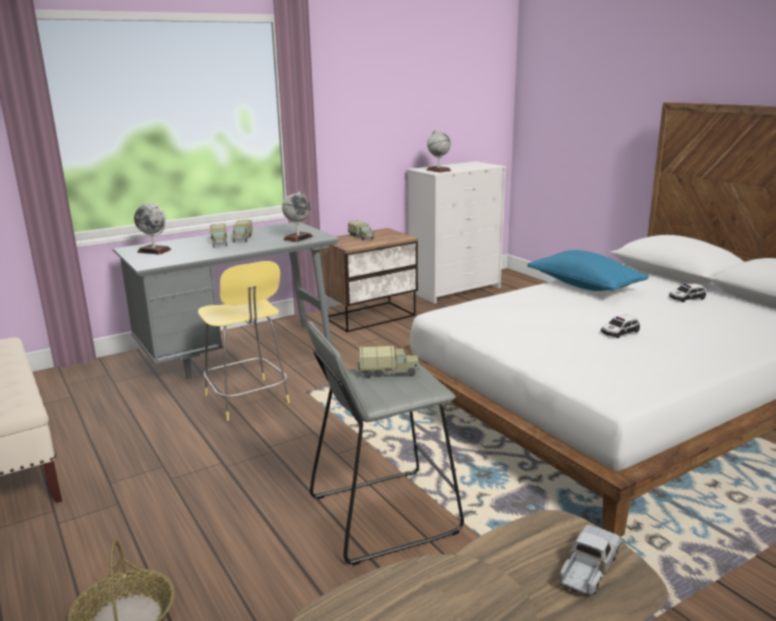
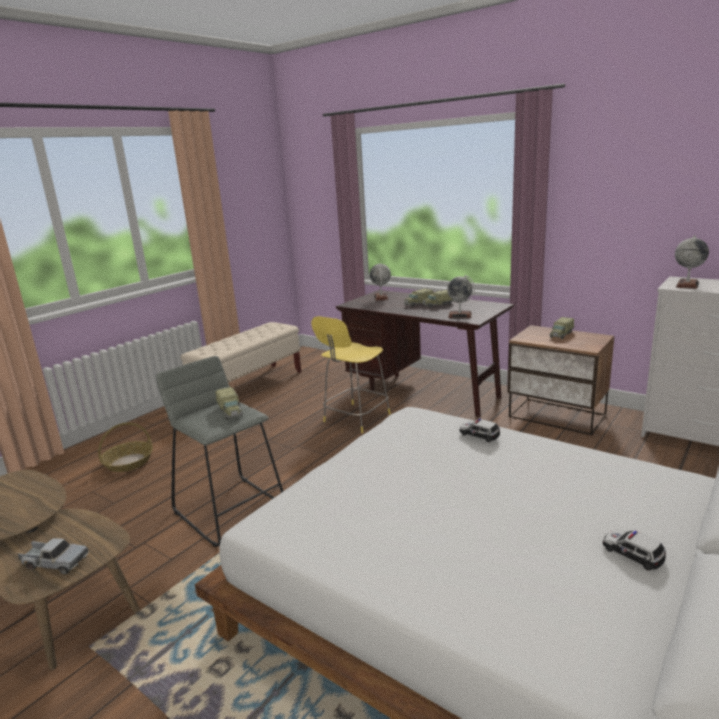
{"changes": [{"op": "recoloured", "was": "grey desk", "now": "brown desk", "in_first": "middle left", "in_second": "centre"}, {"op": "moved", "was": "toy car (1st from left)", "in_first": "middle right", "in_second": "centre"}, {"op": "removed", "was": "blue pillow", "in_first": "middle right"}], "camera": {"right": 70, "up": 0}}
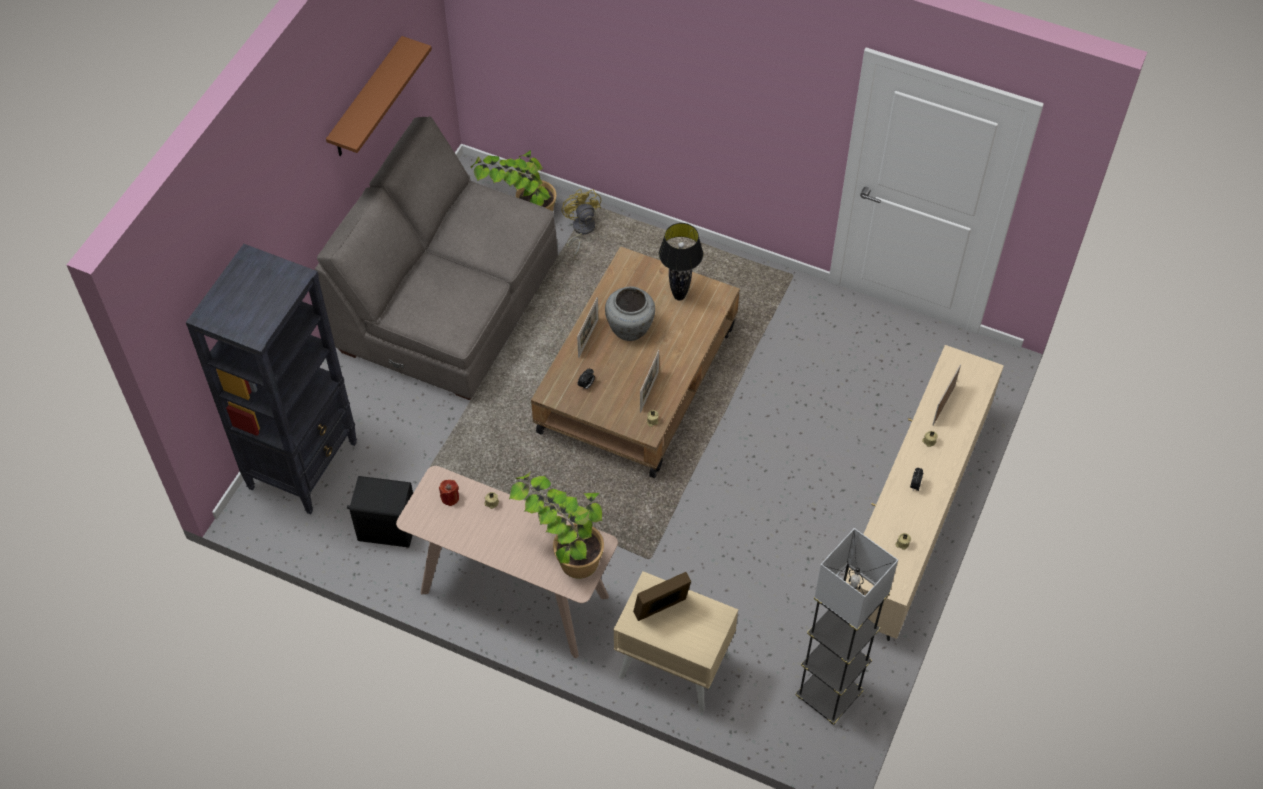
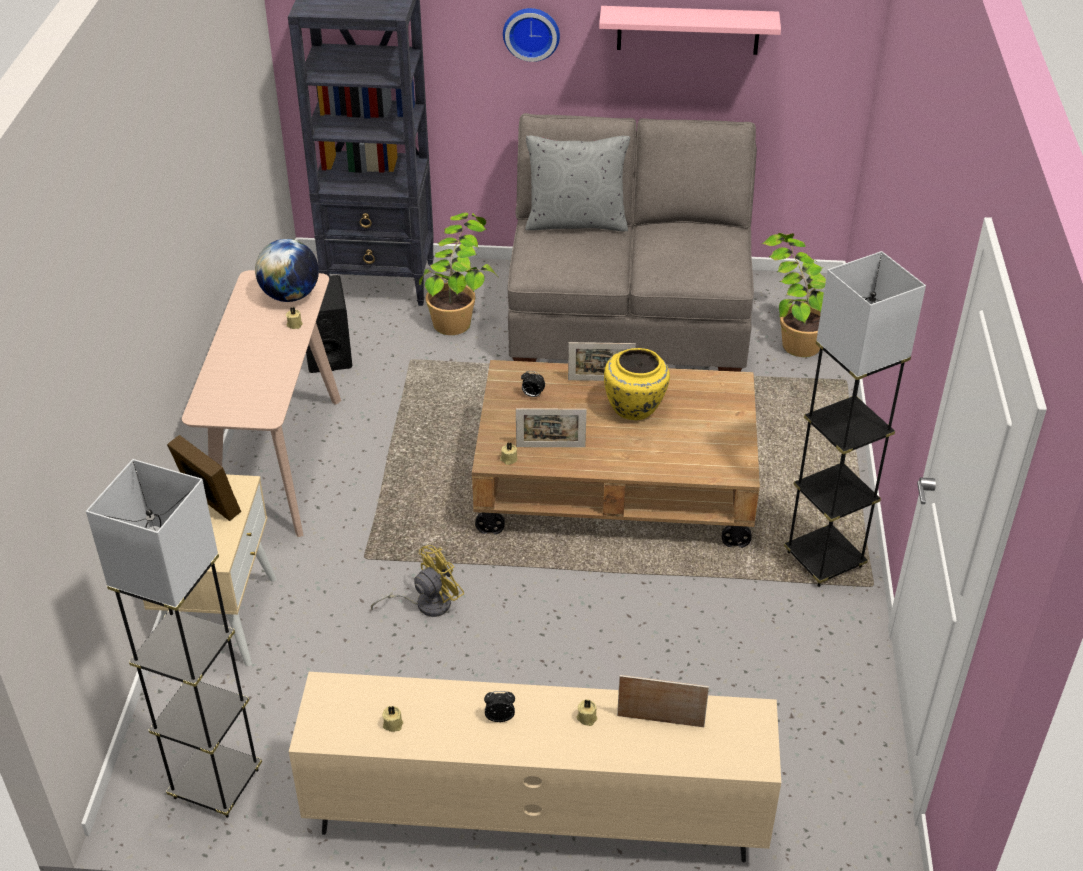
{"changes": [{"op": "replaced", "was": "red candle", "now": "globe", "in_first": "centre", "in_second": "top left"}, {"op": "moved", "was": "yellow fan", "in_first": "top centre", "in_second": "bottom centre"}, {"op": "moved", "was": "potted plant (2nd from left in the first image)", "now": "potted plant (1st from left)", "in_first": "centre", "in_second": "top centre"}, {"op": "added", "now": "wall clock", "in_second": "top centre"}, {"op": "added", "now": "grey pillow", "in_second": "top centre"}, {"op": "recoloured", "was": "brown shelf", "now": "pink shelf", "in_first": "top left", "in_second": "top centre"}, {"op": "recoloured", "was": "grey vase", "now": "yellow vase", "in_first": "centre", "in_second": "centre"}, {"op": "added", "now": "grey floor lamp (2nd from left)", "in_second": "middle right"}, {"op": "removed", "was": "black table lamp", "in_first": "top centre"}], "camera": {"right": 70, "up": -15}}
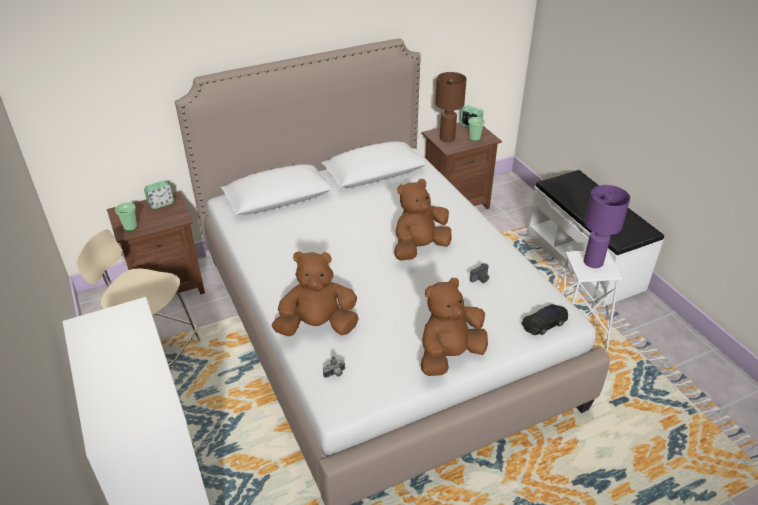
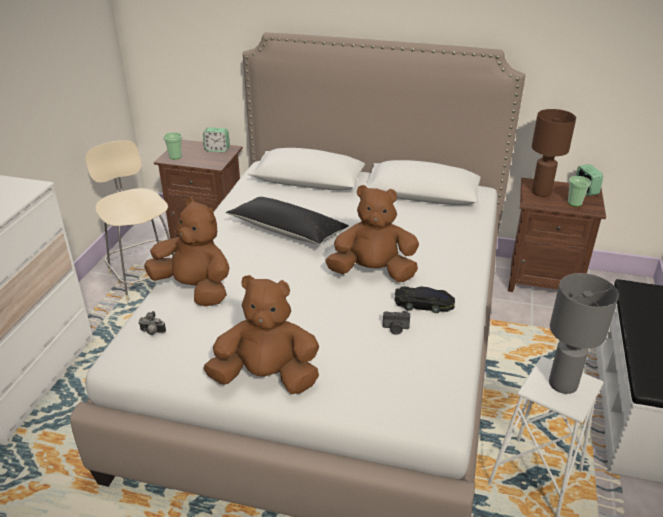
{"changes": [{"op": "added", "now": "black pillow", "in_second": "centre"}, {"op": "moved", "was": "black toy car", "in_first": "middle right", "in_second": "centre"}, {"op": "recoloured", "was": "purple table lamp", "now": "grey table lamp", "in_first": "middle right", "in_second": "middle right"}], "camera": {"right": 40, "up": -5}}
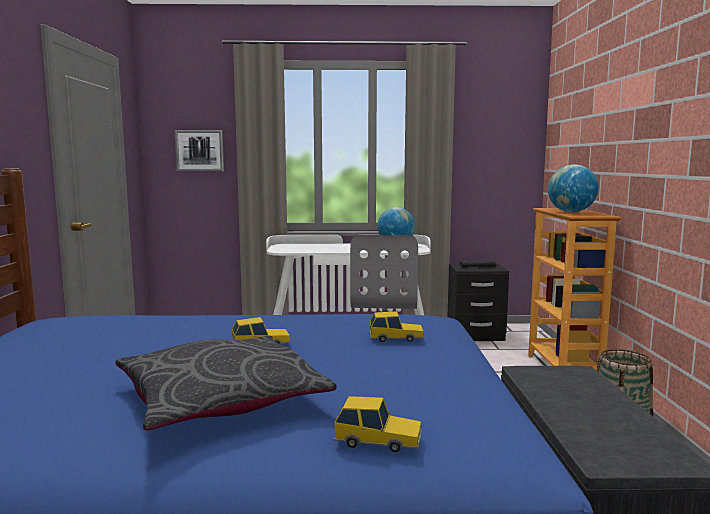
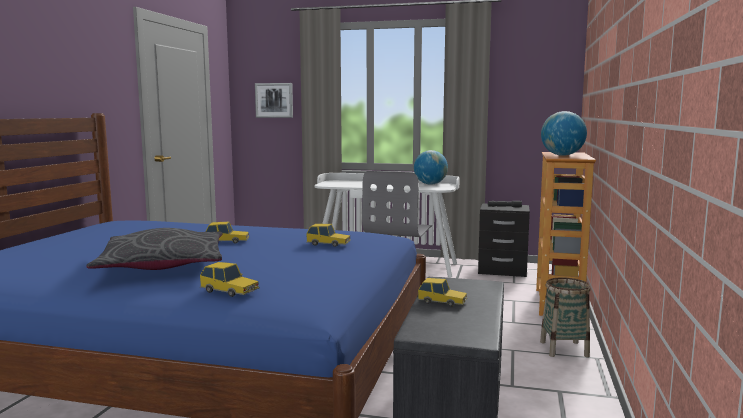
{"changes": [{"op": "added", "now": "toy car (4th from left)", "in_second": "bottom centre"}], "camera": {"right": 15, "up": 0}}
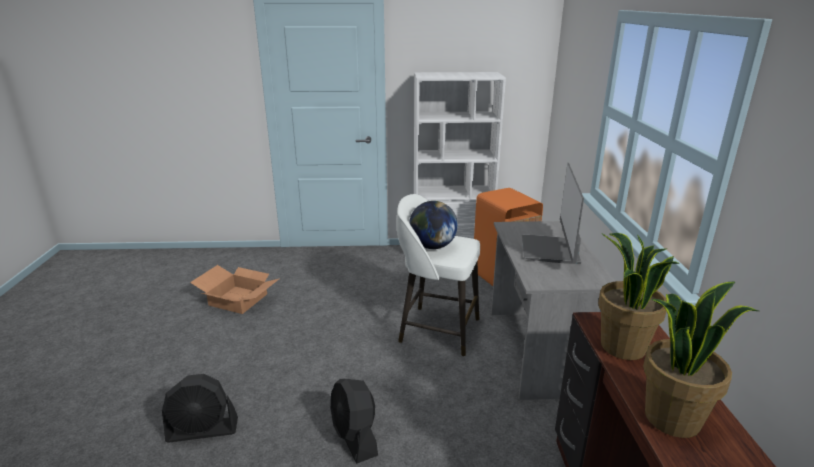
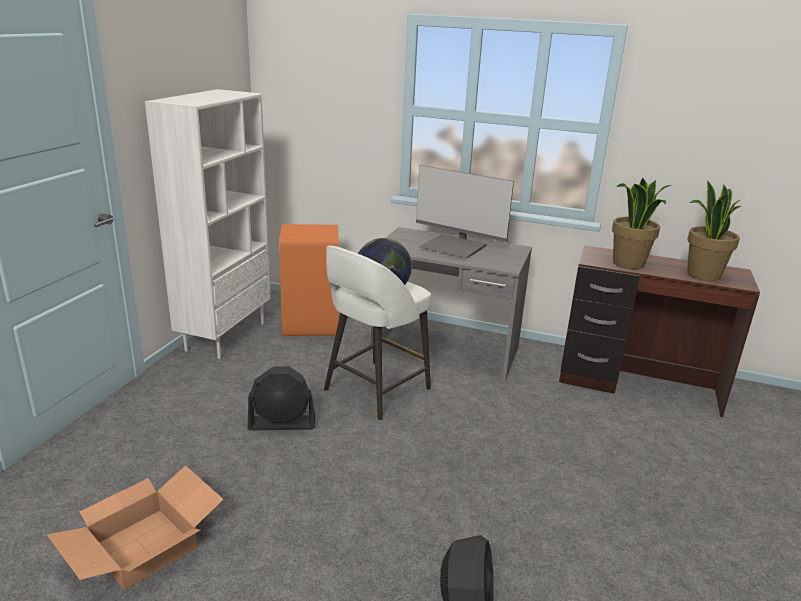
{"changes": [{"op": "moved", "was": "black fan (2nd from left in the first image)", "now": "black fan (1st from left)", "in_first": "bottom centre", "in_second": "centre"}], "camera": {"right": -70, "up": 0}}
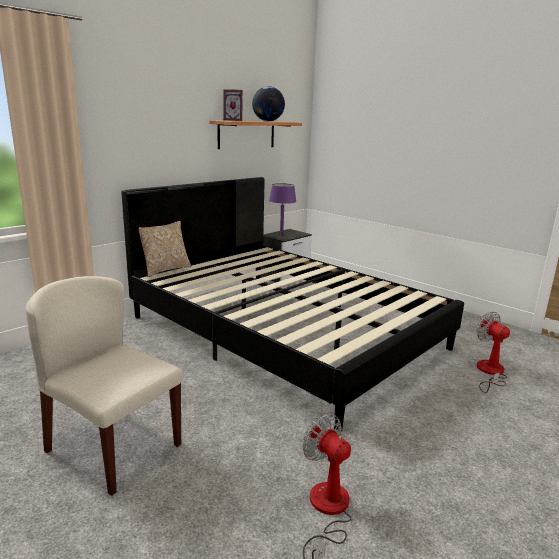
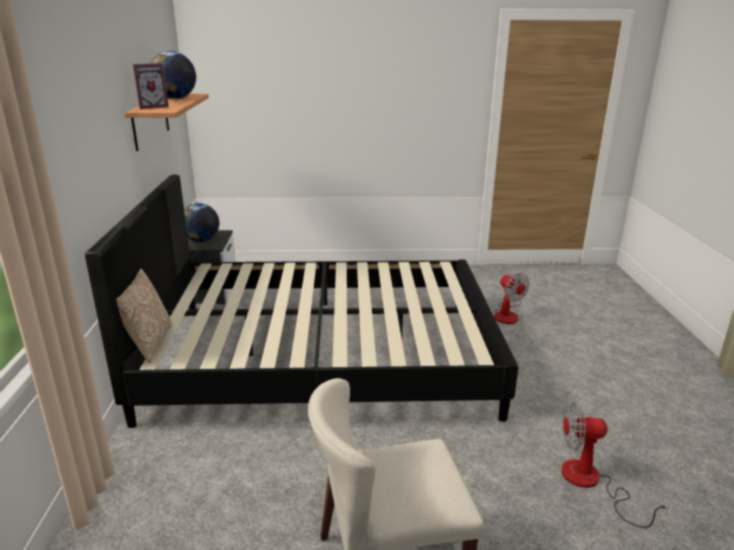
{"changes": [{"op": "replaced", "was": "purple table lamp", "now": "globe (2nd from left)", "in_first": "centre", "in_second": "middle left"}, {"op": "turned", "was": "fan (2nd from left in the first image)", "in_first": "middle right", "in_second": "middle right", "clockwise": -135}], "camera": {"right": -45, "up": 5}}
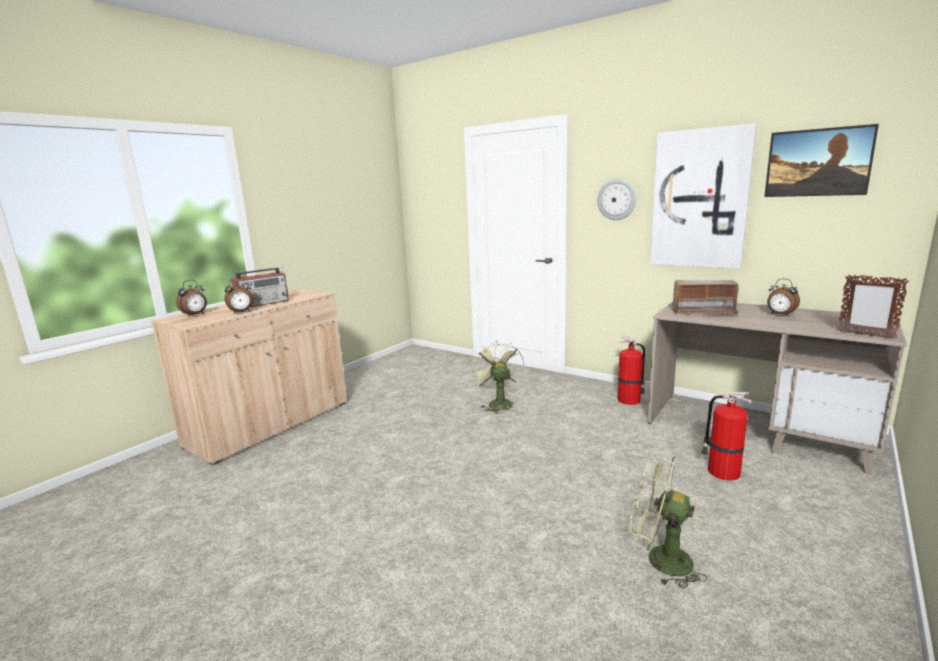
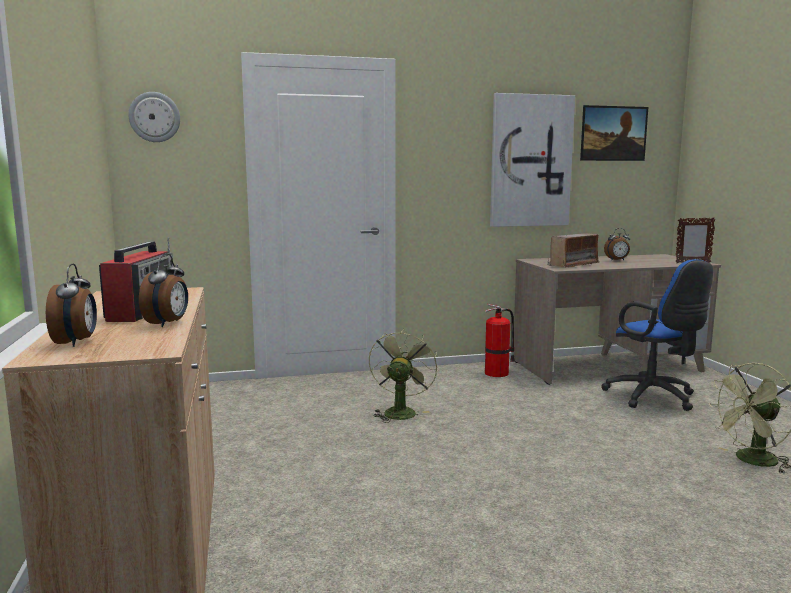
{"changes": [{"op": "moved", "was": "wall clock", "in_first": "top centre", "in_second": "top left"}, {"op": "turned", "was": "green fan (1st from left)", "in_first": "centre", "in_second": "centre", "clockwise": 75}, {"op": "replaced", "was": "fire extinguisher (2nd from left)", "now": "blue office chair", "in_first": "middle right", "in_second": "middle right"}], "camera": {"right": -50, "up": -5}}
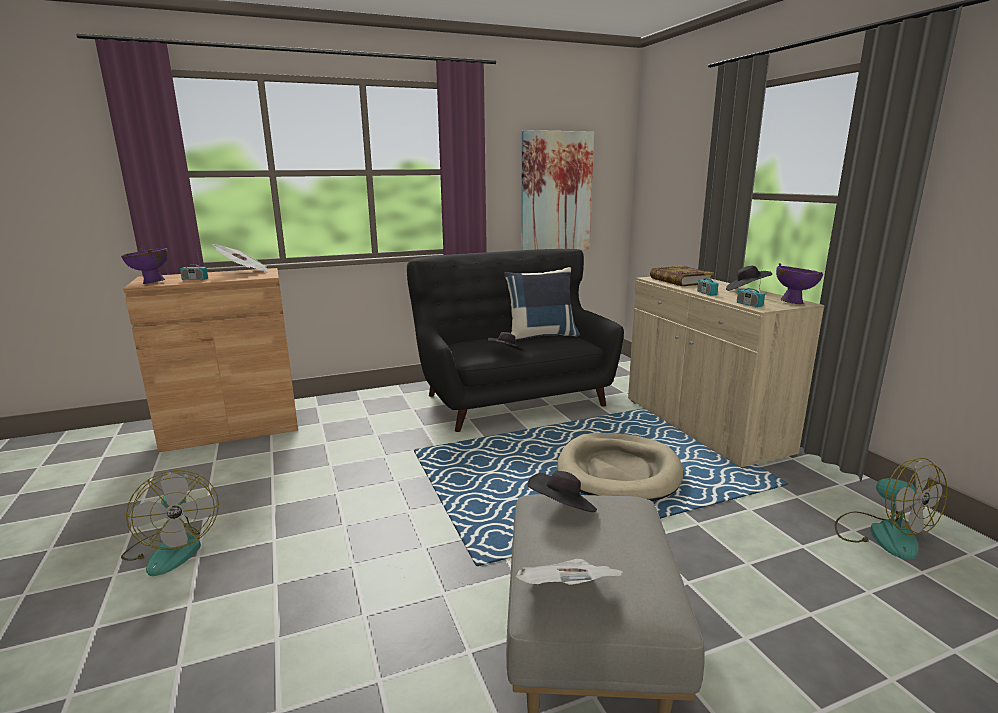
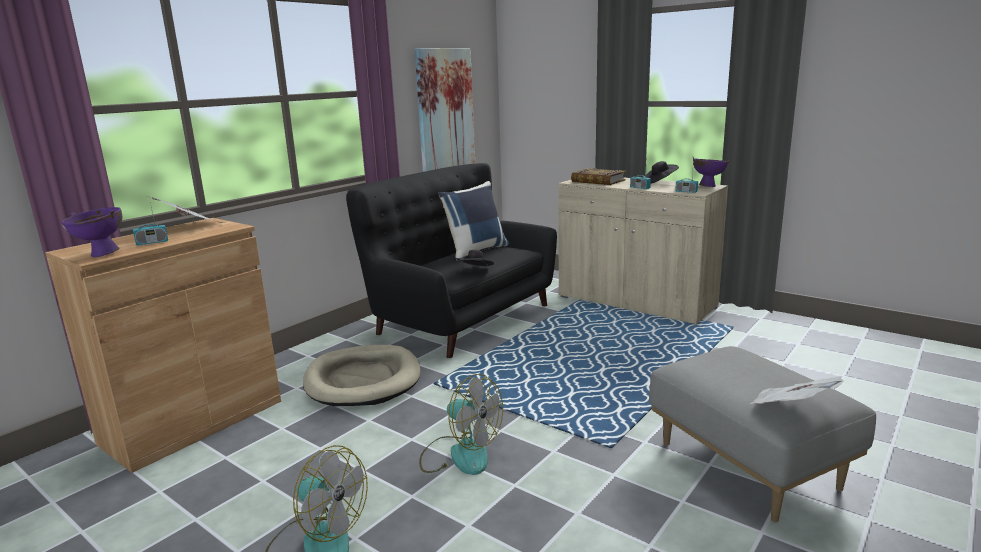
{"changes": [{"op": "moved", "was": "beige dog bed", "in_first": "centre", "in_second": "bottom centre"}, {"op": "moved", "was": "fan (2nd from left)", "in_first": "bottom right", "in_second": "bottom centre"}, {"op": "removed", "was": "black hat (2nd from left)", "in_first": "bottom centre"}], "camera": {"right": -30, "up": 0}}
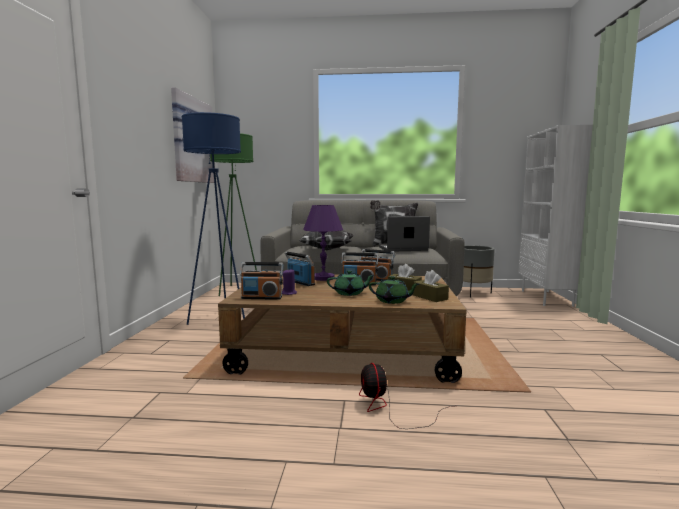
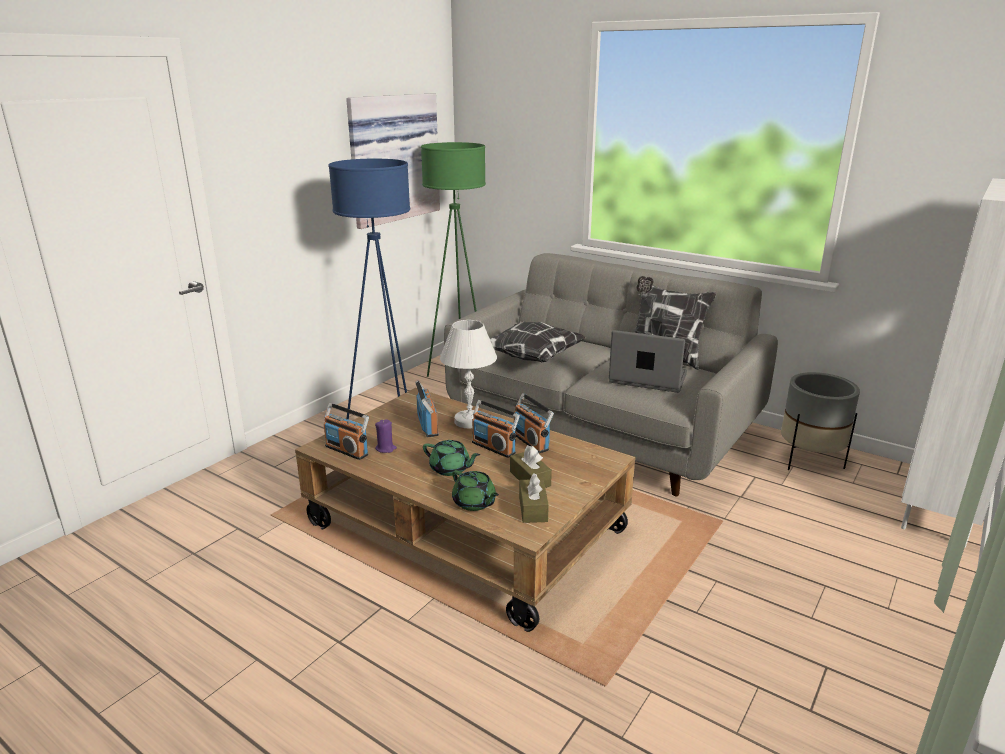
{"changes": [{"op": "recoloured", "was": "purple table lamp", "now": "white table lamp", "in_first": "centre", "in_second": "centre"}, {"op": "removed", "was": "fan", "in_first": "bottom centre"}], "camera": {"right": 30, "up": 15}}
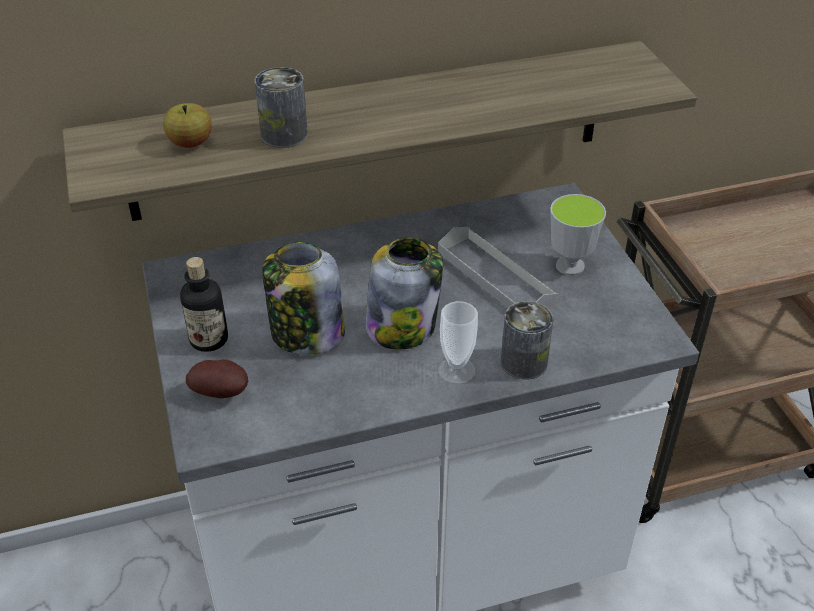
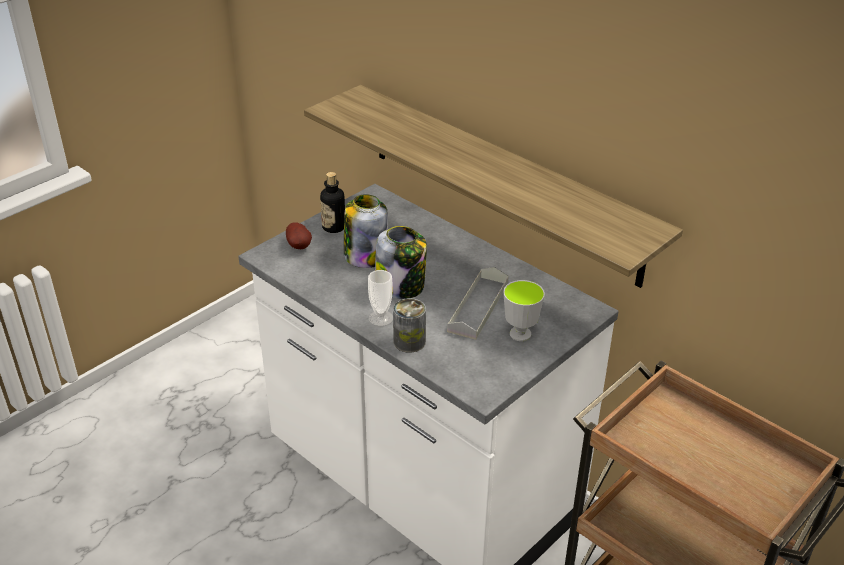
{"changes": [{"op": "removed", "was": "apple", "in_first": "top left"}, {"op": "removed", "was": "can (1st from left)", "in_first": "top centre"}], "camera": {"right": 60, "up": -5}}
